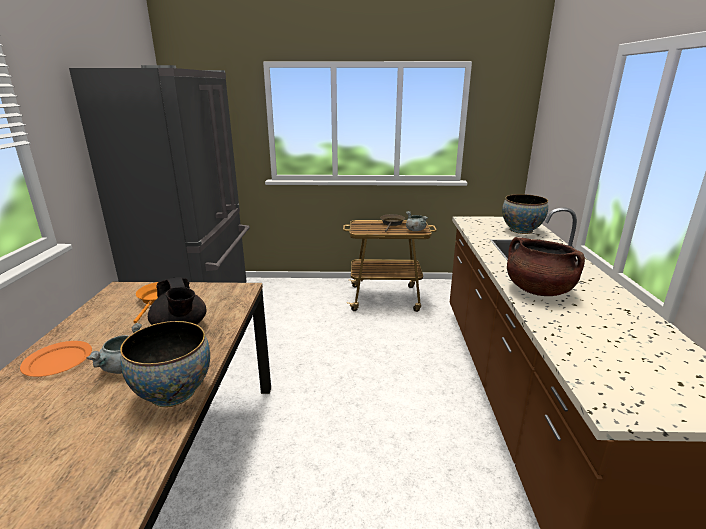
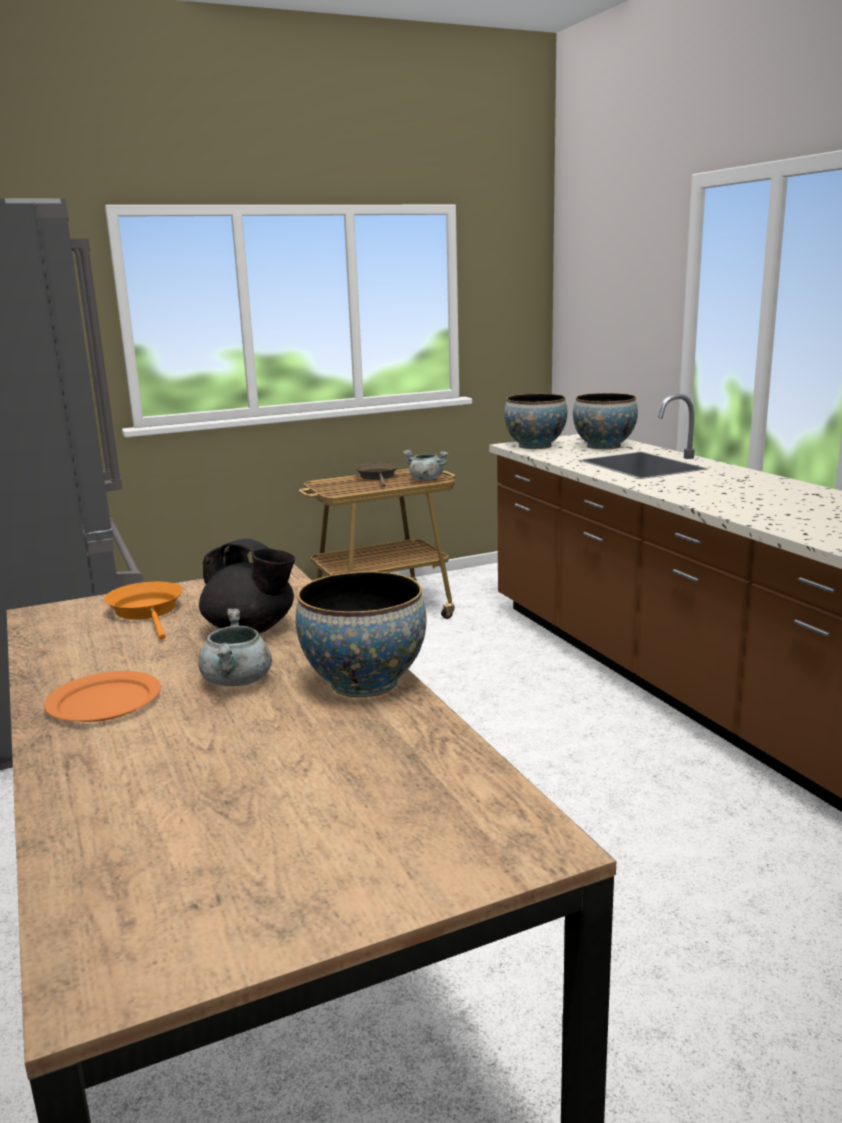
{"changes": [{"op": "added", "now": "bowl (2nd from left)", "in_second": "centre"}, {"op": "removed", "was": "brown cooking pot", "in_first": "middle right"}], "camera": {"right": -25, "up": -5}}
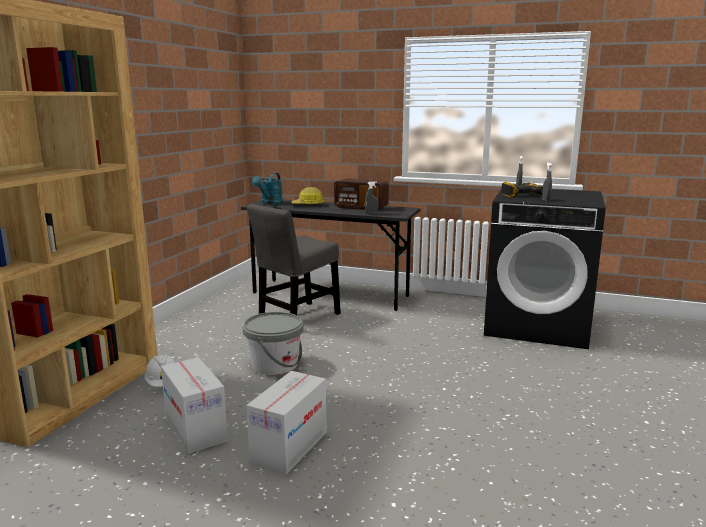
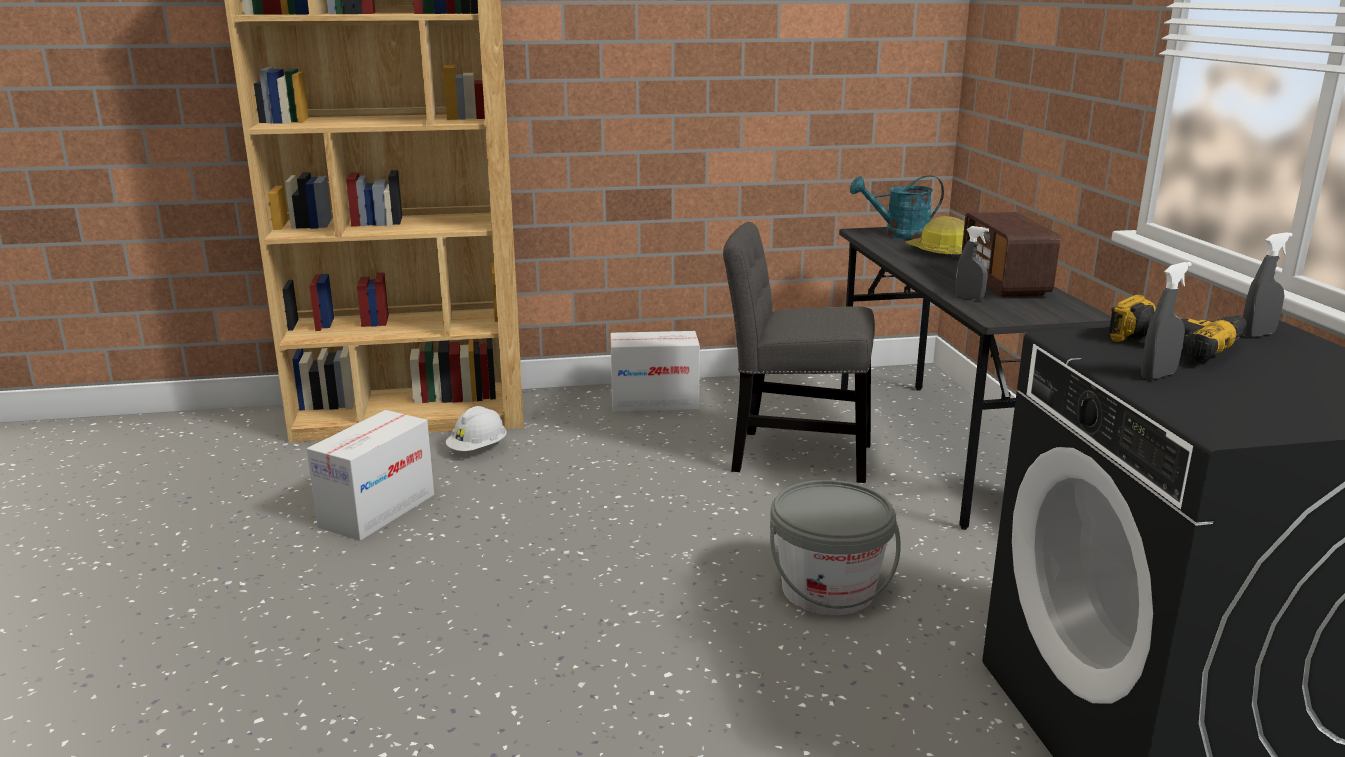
{"changes": [{"op": "moved", "was": "cardboard box (2nd from left)", "in_first": "bottom centre", "in_second": "centre"}, {"op": "moved", "was": "grey bucket", "in_first": "centre", "in_second": "bottom centre"}], "camera": {"right": 60, "up": 5}}
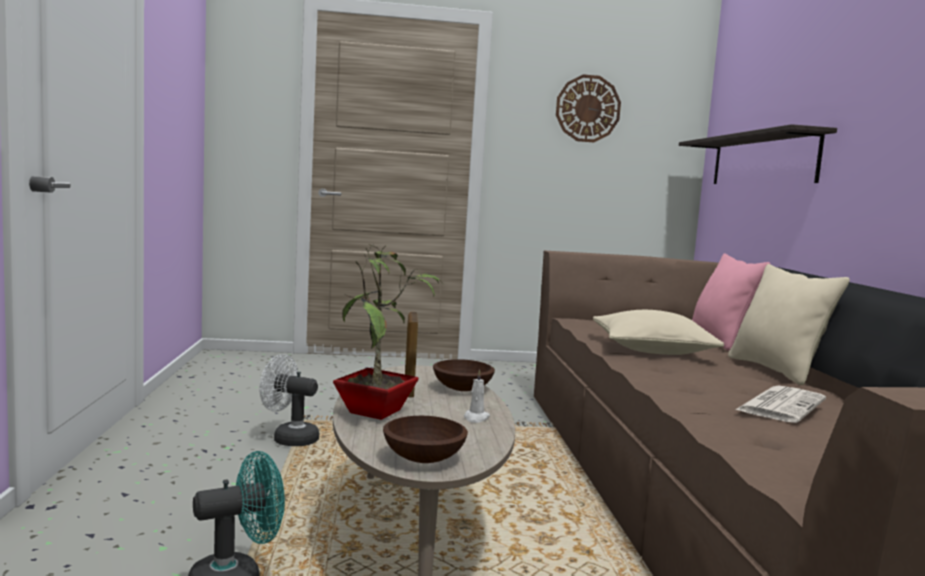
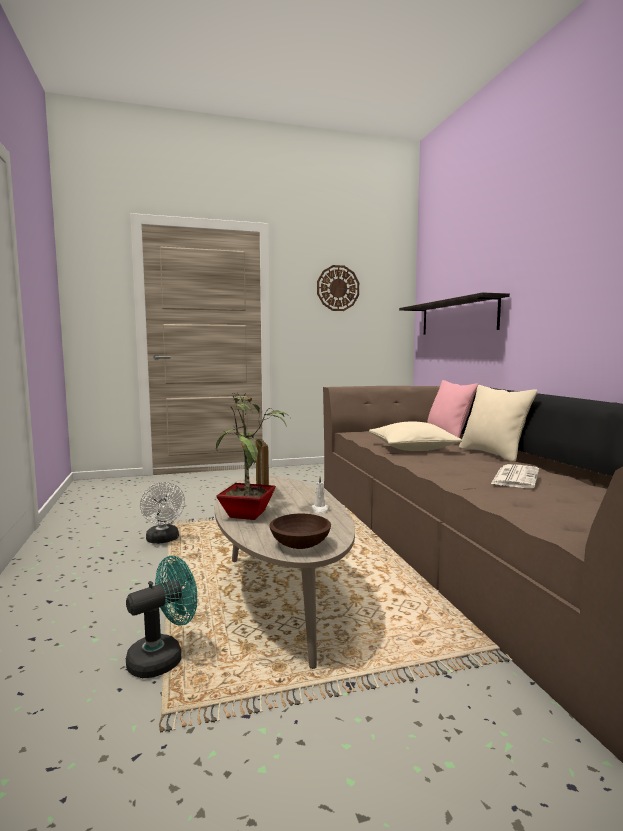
{"changes": [{"op": "turned", "was": "white fan", "in_first": "bottom left", "in_second": "middle left", "clockwise": -120}, {"op": "removed", "was": "brown bowl (2nd from left)", "in_first": "centre"}], "camera": {"right": -10, "up": 0}}
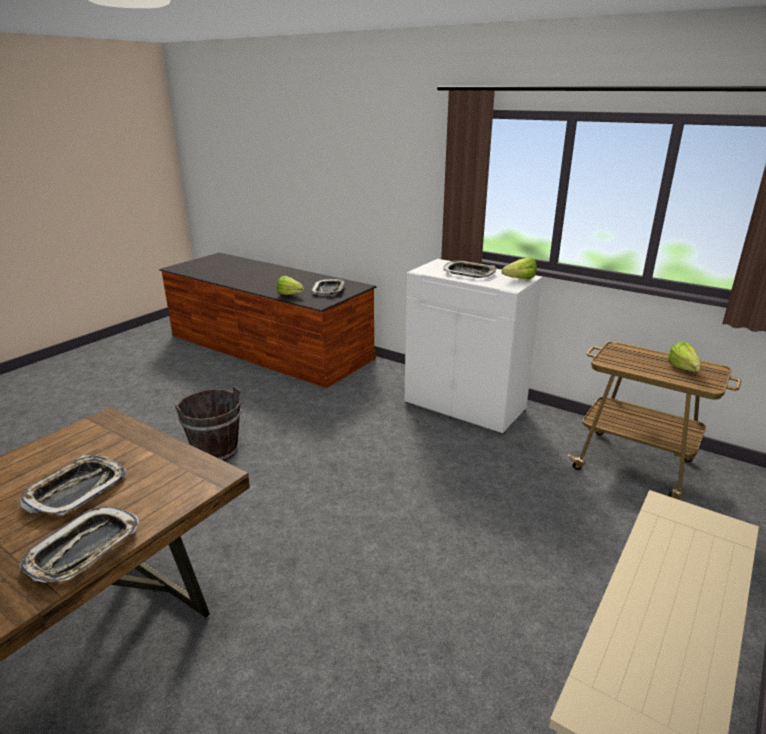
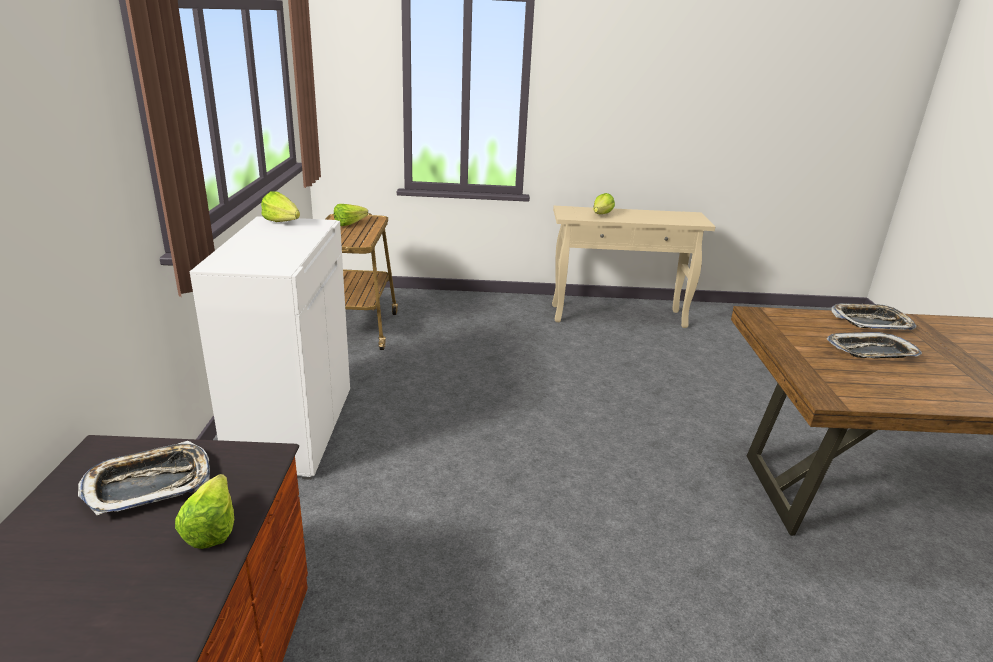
{"changes": [{"op": "added", "now": "lettuce (4th from left)", "in_second": "top centre"}, {"op": "removed", "was": "brown bucket", "in_first": "middle left"}, {"op": "removed", "was": "tray (4th from left)", "in_first": "centre"}], "camera": {"right": -125, "up": 0}}
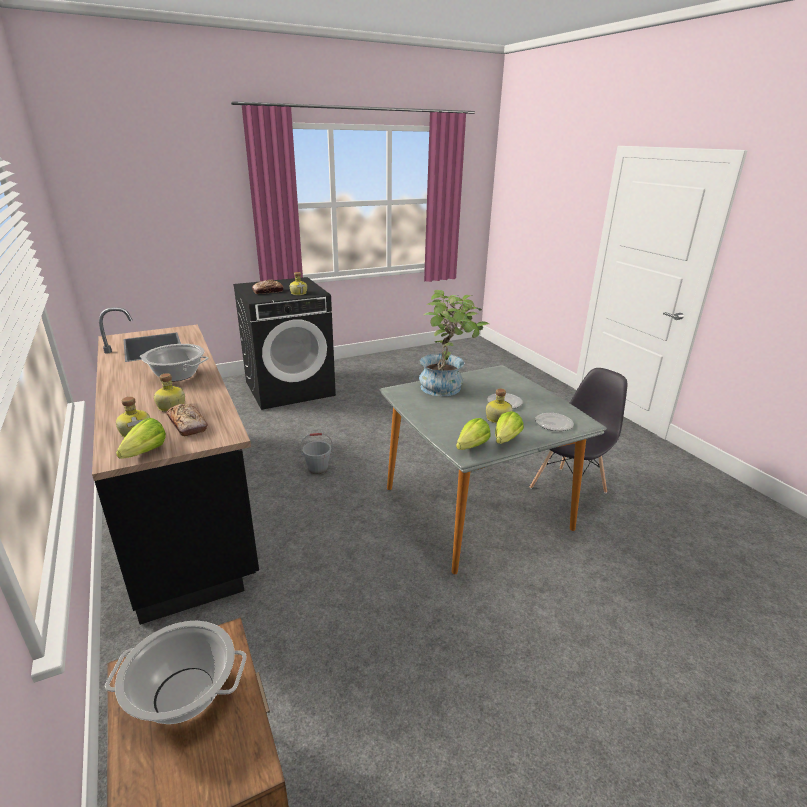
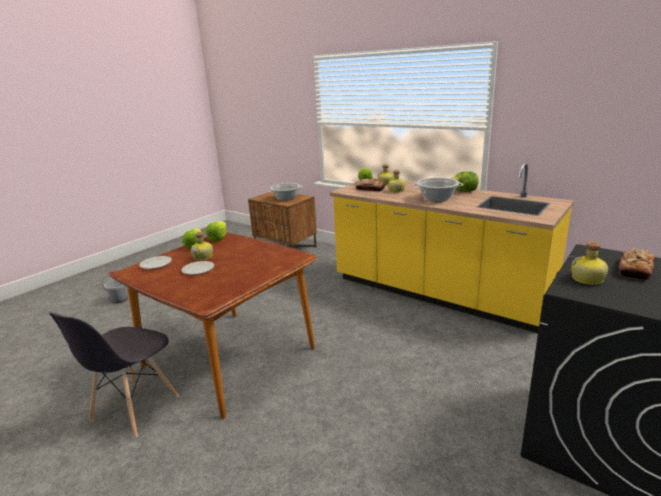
{"changes": [{"op": "moved", "was": "grey bucket", "in_first": "centre", "in_second": "middle left"}, {"op": "recoloured", "was": "grey dining table", "now": "brown dining table", "in_first": "centre", "in_second": "middle left"}, {"op": "recoloured", "was": "black counter", "now": "yellow counter", "in_first": "middle left", "in_second": "middle right"}, {"op": "added", "now": "lettuce (4th from left)", "in_second": "middle right"}, {"op": "removed", "was": "potted plant", "in_first": "centre"}], "camera": {"right": 155, "up": -5}}
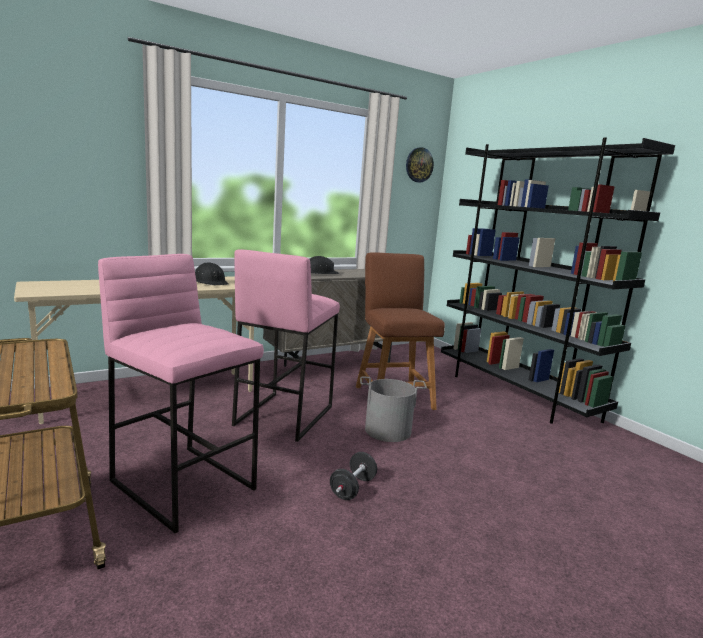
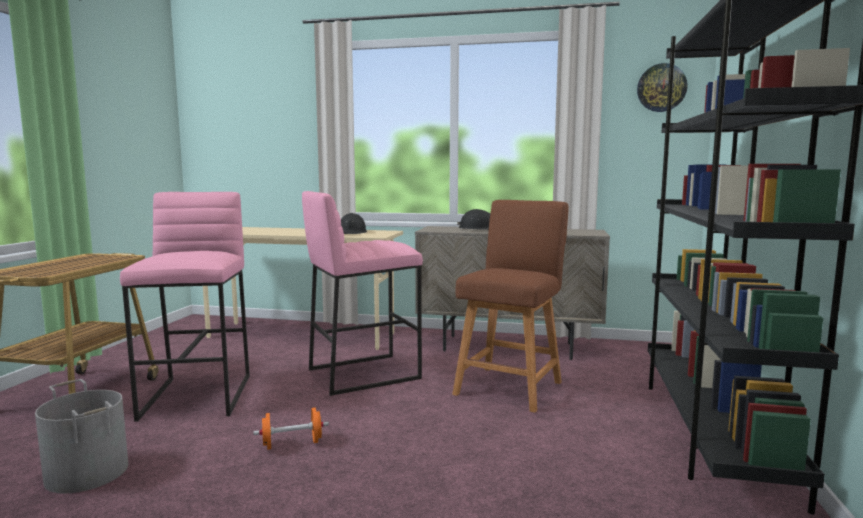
{"changes": [{"op": "moved", "was": "grey bucket", "in_first": "centre", "in_second": "bottom left"}, {"op": "recoloured", "was": "black dumbbell", "now": "orange dumbbell", "in_first": "bottom centre", "in_second": "bottom centre"}], "camera": {"right": 45, "up": -5}}
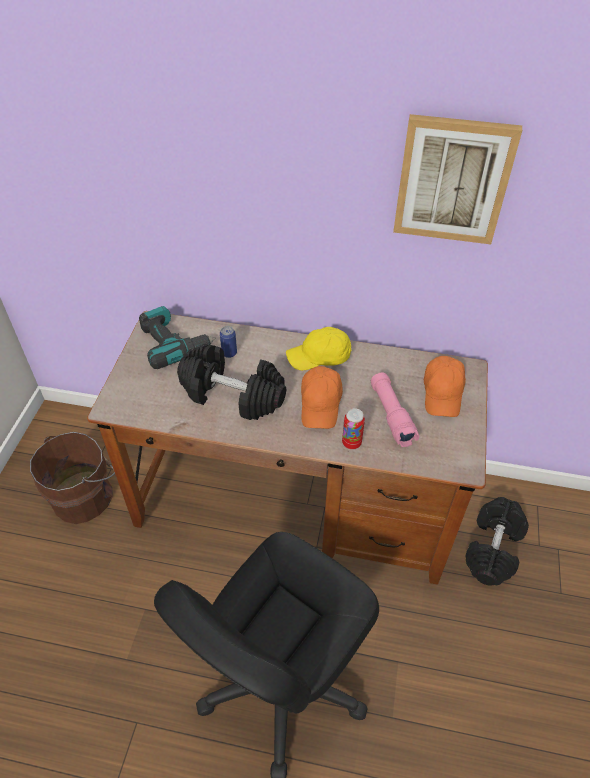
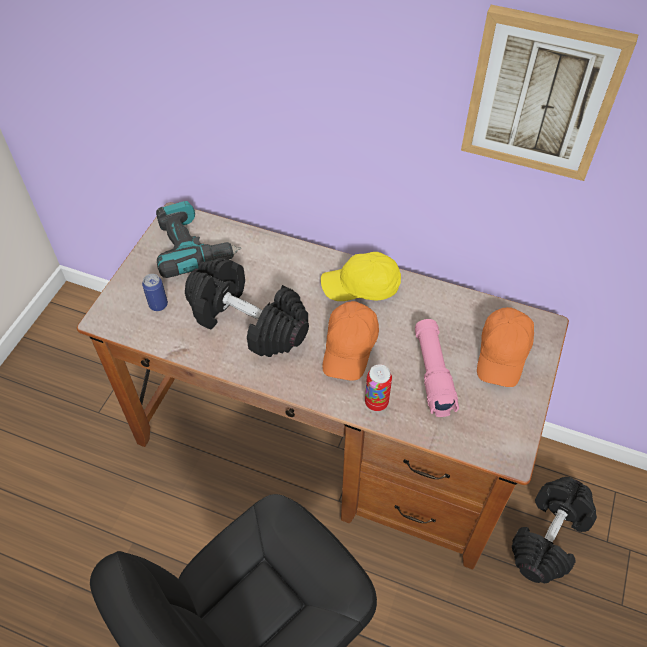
{"changes": [{"op": "moved", "was": "can (1st from left)", "in_first": "centre", "in_second": "middle left"}, {"op": "removed", "was": "brown bucket", "in_first": "middle left"}], "camera": {"right": 10, "up": 5}}
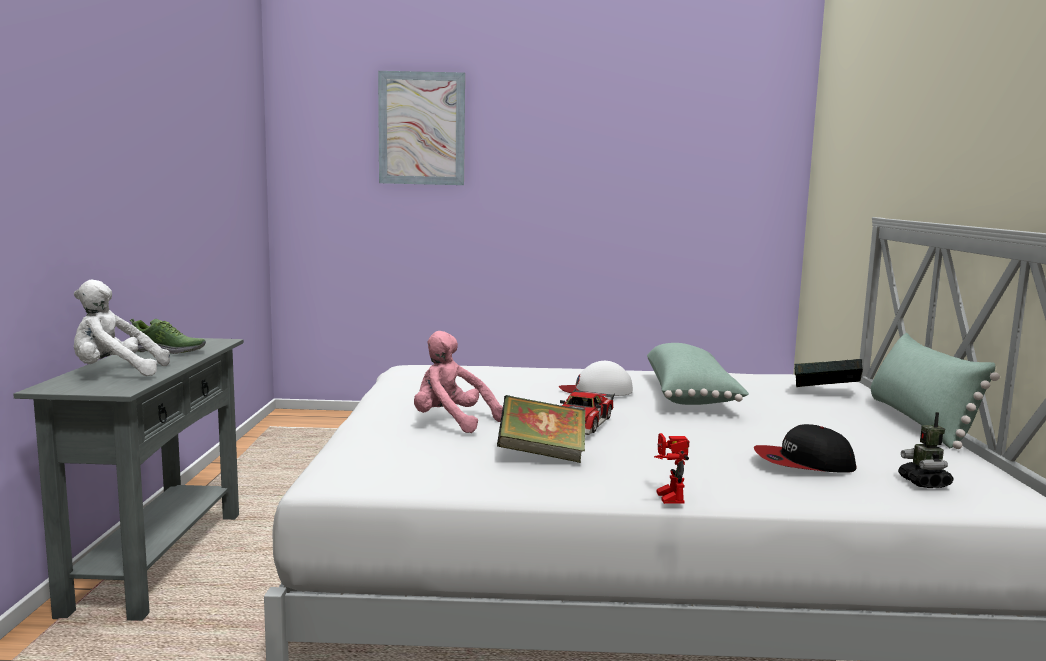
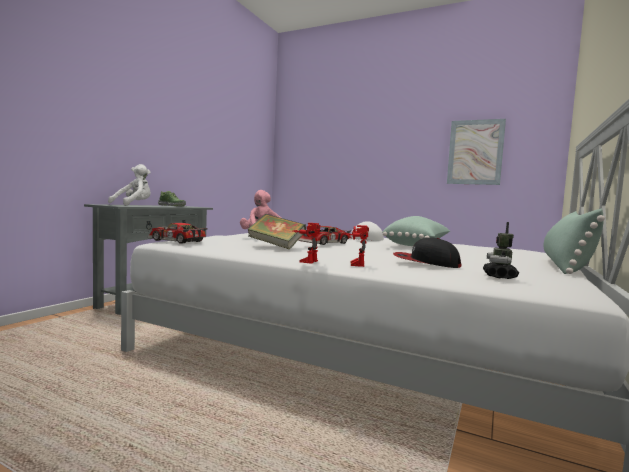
{"changes": [{"op": "turned", "was": "white plush toy", "in_first": "middle left", "in_second": "middle left", "clockwise": 105}, {"op": "added", "now": "toy car (1st from left)", "in_second": "middle left"}, {"op": "added", "now": "toy robot (2nd from left)", "in_second": "centre"}, {"op": "moved", "was": "picture", "in_first": "top centre", "in_second": "top right"}, {"op": "removed", "was": "book (2nd from left)", "in_first": "middle right"}], "camera": {"right": 25, "up": -5}}
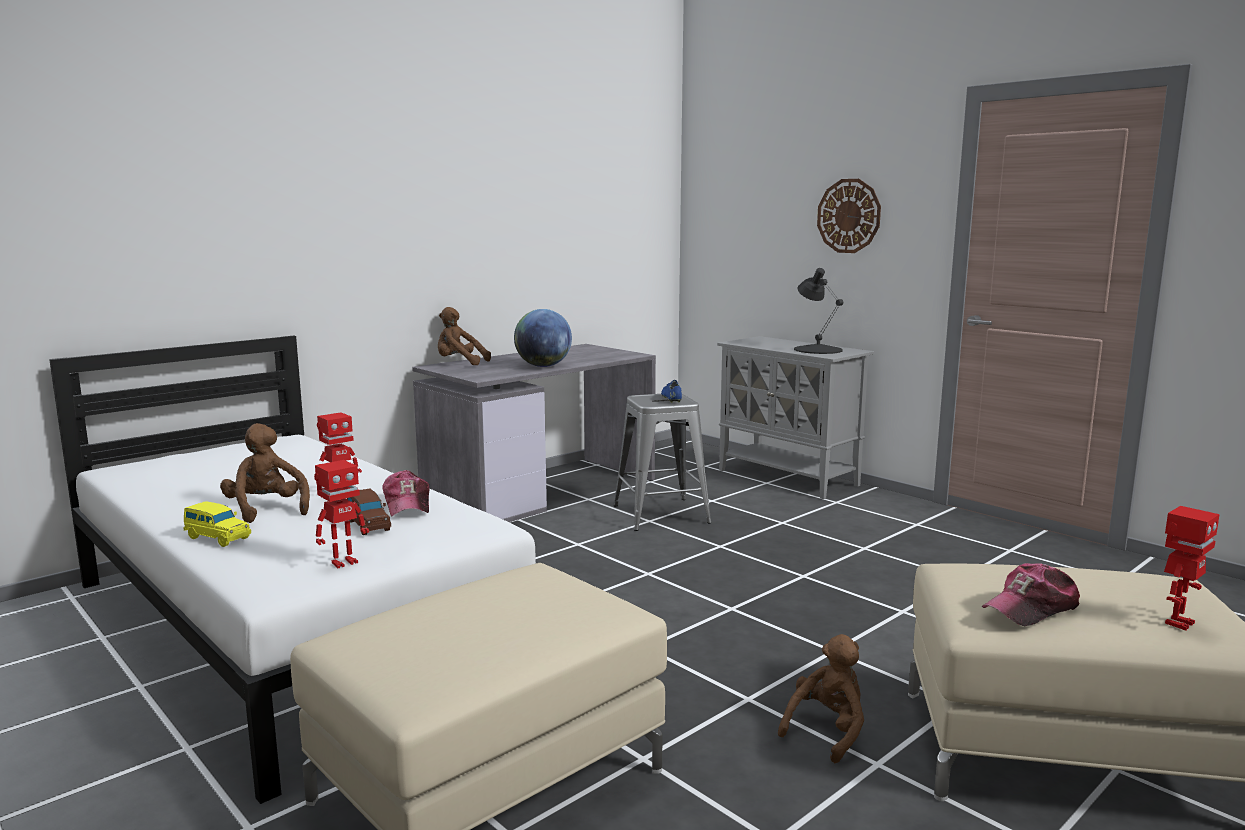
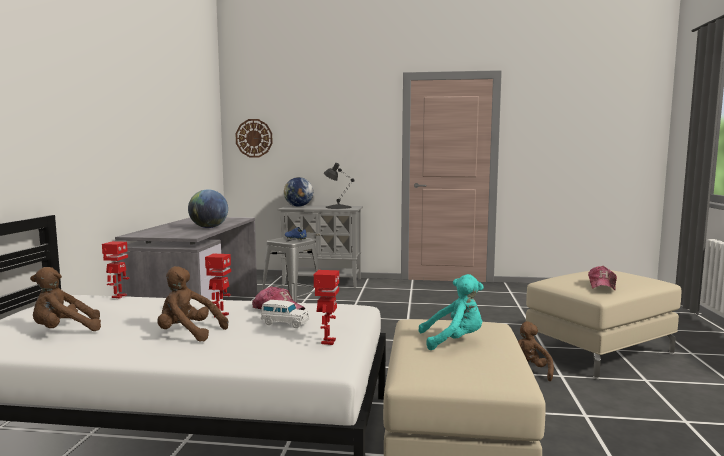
{"changes": [{"op": "moved", "was": "brown plush toy (2nd from left in the first image)", "now": "brown plush toy (1st from left)", "in_first": "centre", "in_second": "middle left"}, {"op": "moved", "was": "toy robot (3rd from left in the first image)", "now": "toy robot (1st from left)", "in_first": "bottom right", "in_second": "middle left"}, {"op": "moved", "was": "wall clock", "in_first": "top right", "in_second": "top centre"}, {"op": "recoloured", "was": "brown toy car", "now": "white toy car", "in_first": "middle left", "in_second": "bottom centre"}, {"op": "added", "now": "globe (2nd from left)", "in_second": "centre"}, {"op": "added", "now": "turquoise plush toy", "in_second": "bottom centre"}, {"op": "removed", "was": "yellow toy car", "in_first": "middle left"}], "camera": {"right": -40, "up": -5}}
